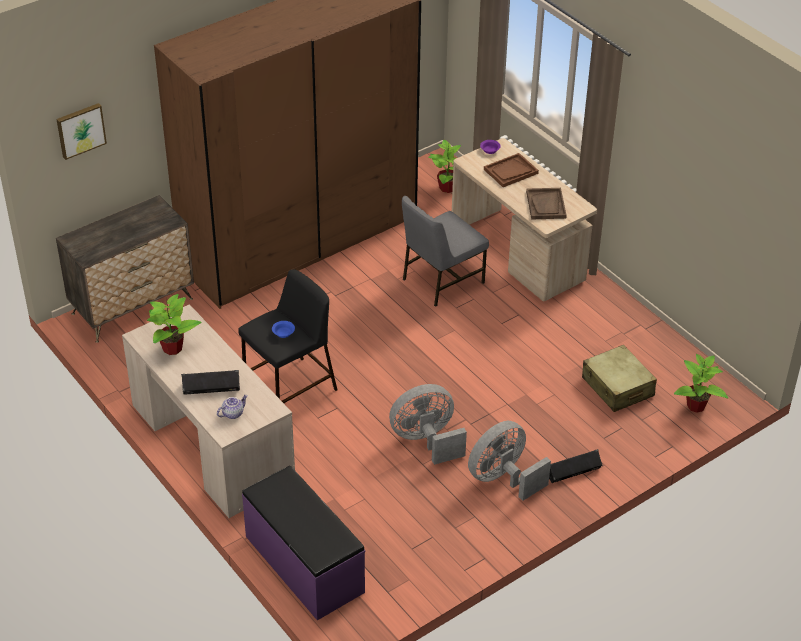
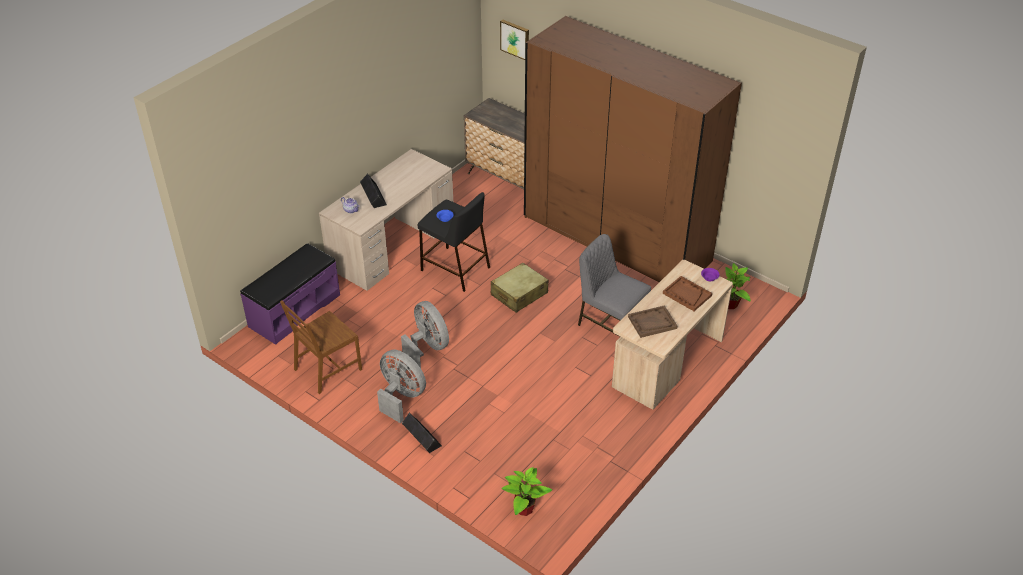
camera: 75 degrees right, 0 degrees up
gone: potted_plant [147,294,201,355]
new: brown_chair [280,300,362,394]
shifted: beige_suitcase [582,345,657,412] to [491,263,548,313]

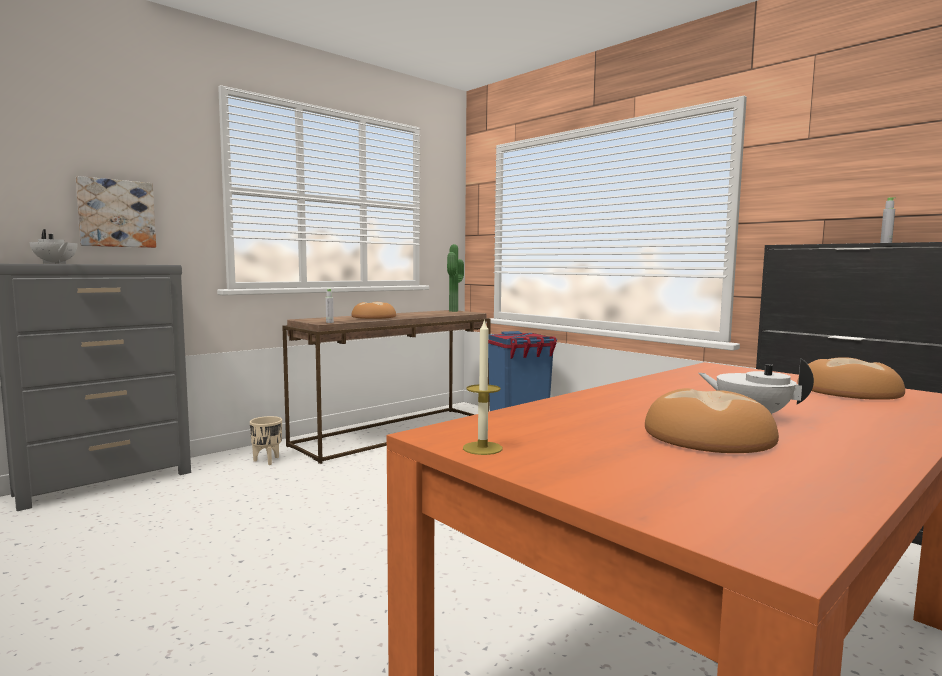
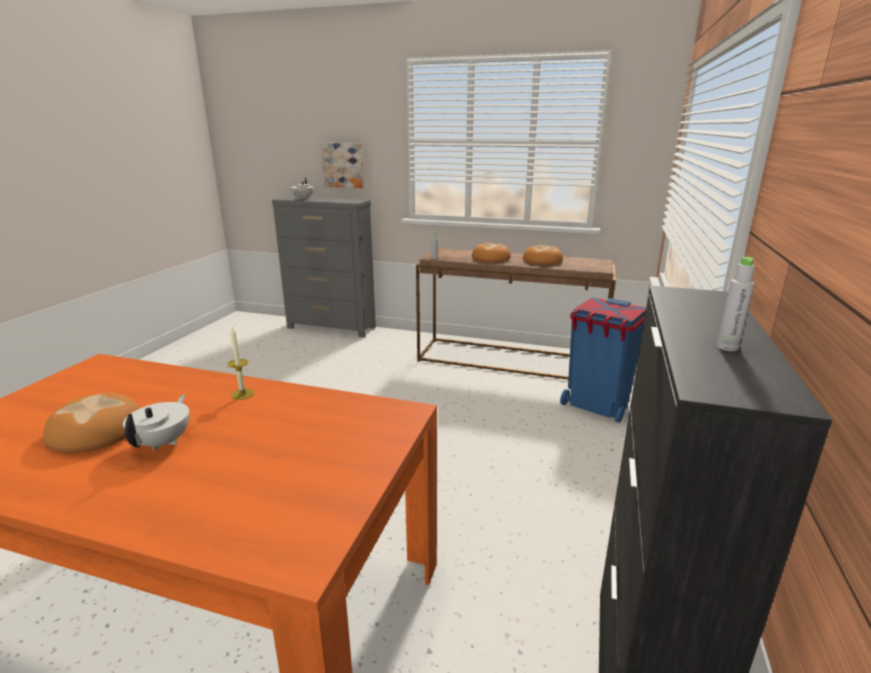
camera: 60 degrees right, 15 degrees up
gone: beige_planter [250,416,282,465]; potted_plant [447,244,464,312]
shifted: candle [463,318,503,455] to [227,327,254,400]; bread [797,357,905,400] to [523,245,563,265]

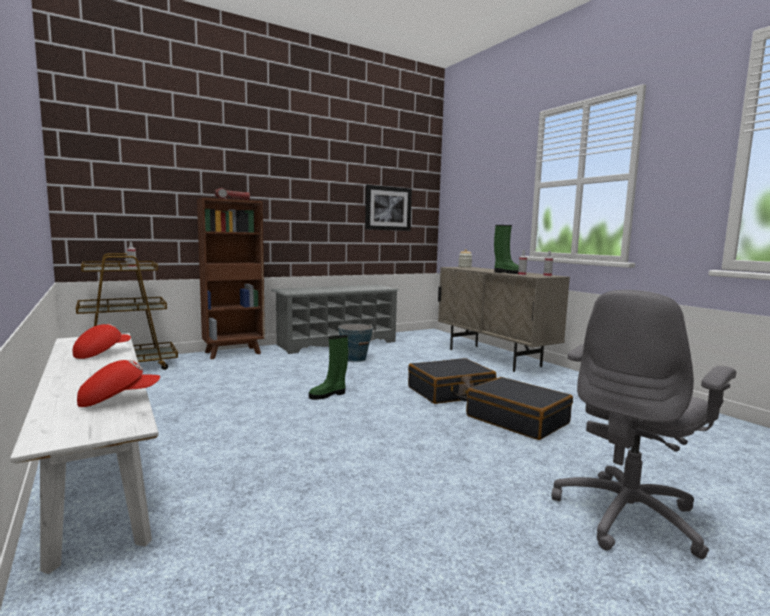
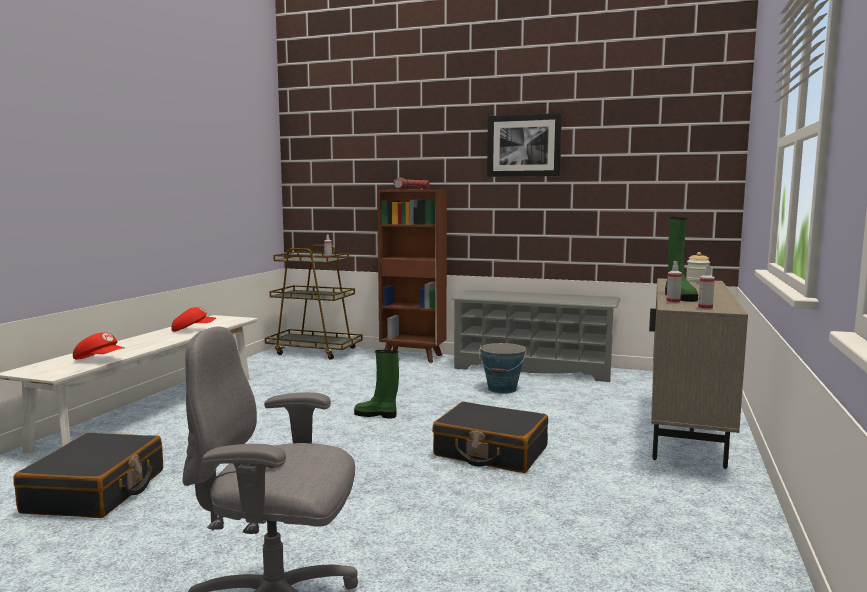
camera: 50 degrees right, 0 degrees up
shifted: picture [365,185,412,231] to [487,113,562,177]; black_suitcase [466,377,573,440] to [13,433,163,518]

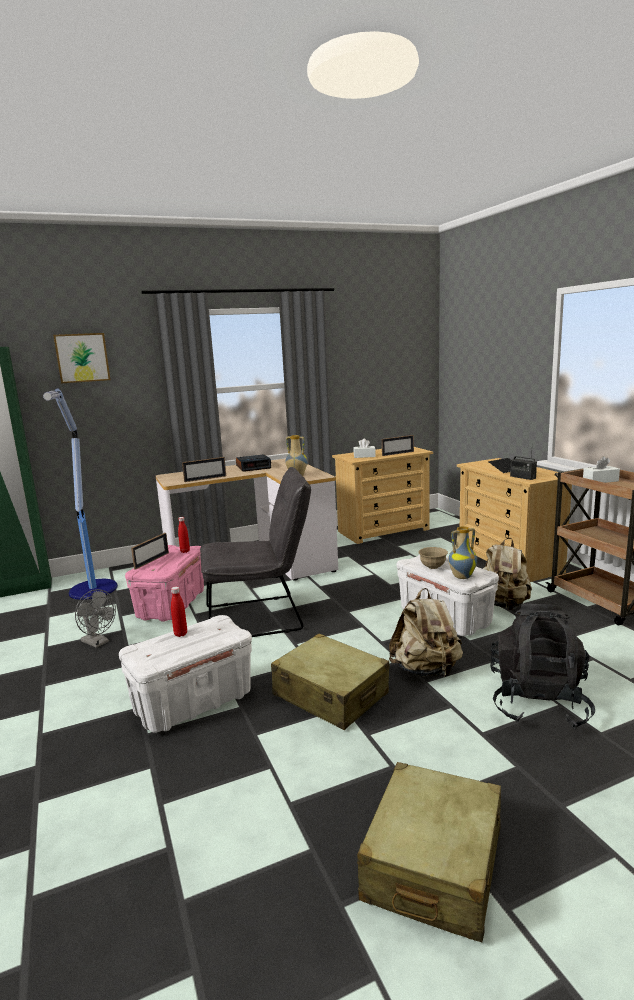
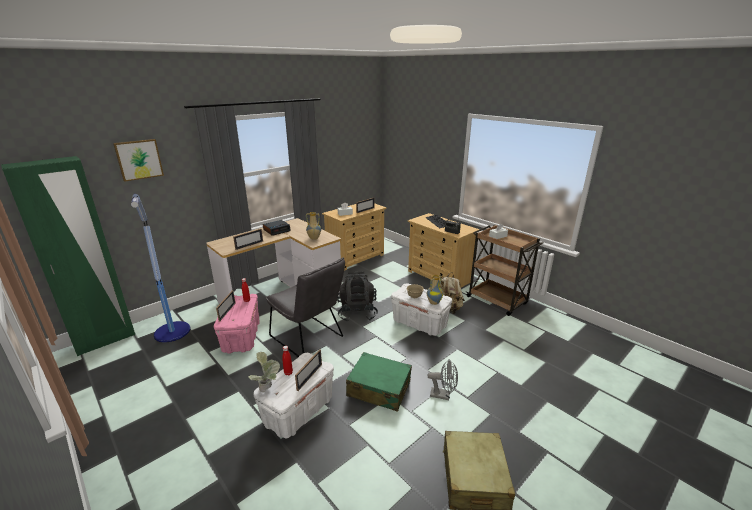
camera: 20 degrees left, 10 degrees up
gone: beige_backpack [389,588,463,677]
new: potted_plant [248,352,280,393]; picture_frame [295,349,322,391]
shifted: grey_fan [75,589,116,648] to [427,359,458,400]; black_backpack [490,604,595,730] to [337,272,378,322]
repainted: beige_suitcase [271,633,389,730] to green_suitcase [346,352,412,412]
rotated: grey_chair [200,467,311,637] = [266,258,345,357] 75 degrees clockwise

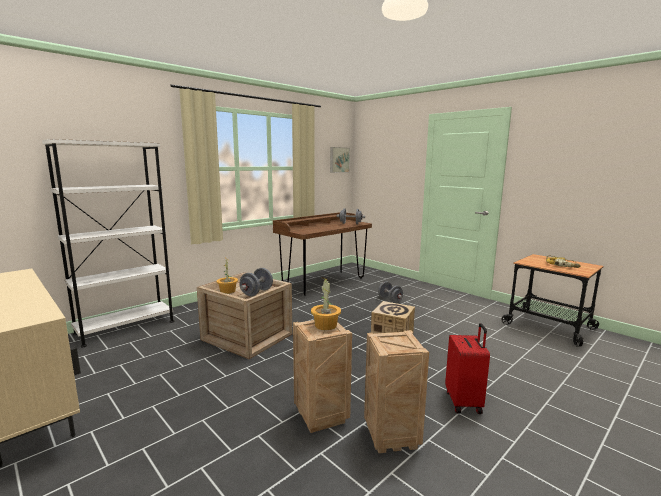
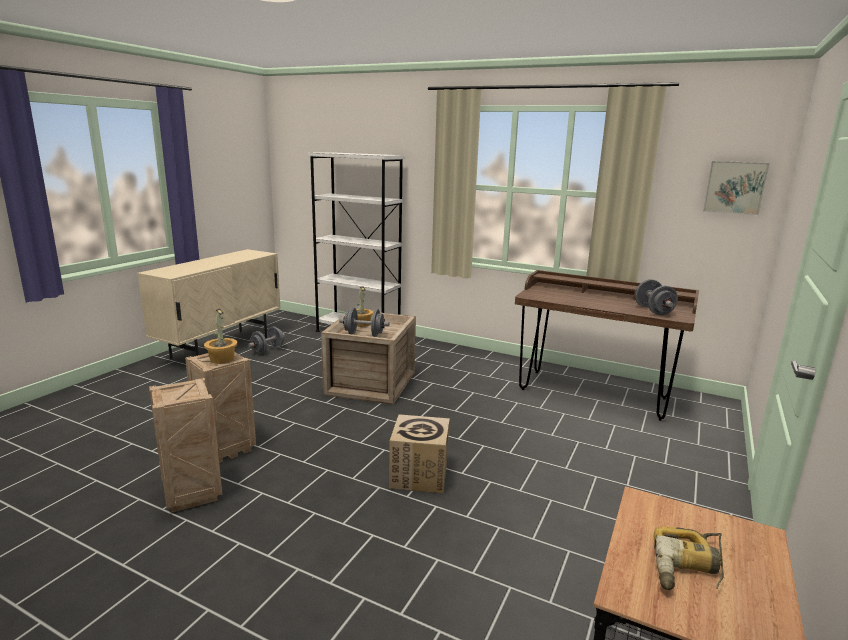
camera: 70 degrees right, 5 degrees up
gone: red_suitcase [445,323,490,414]
shifted: grey_dumbbell [378,282,403,303] to [248,327,285,354]

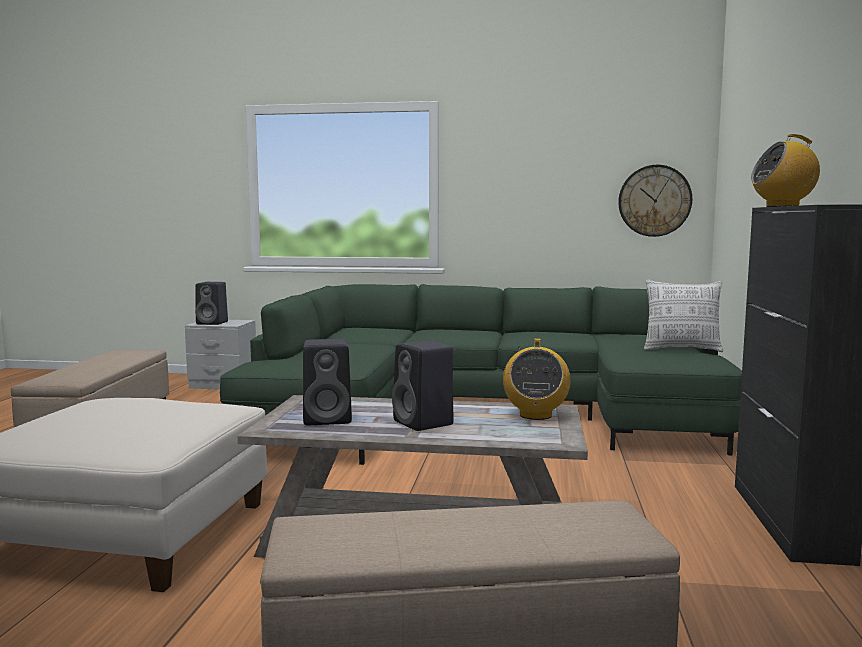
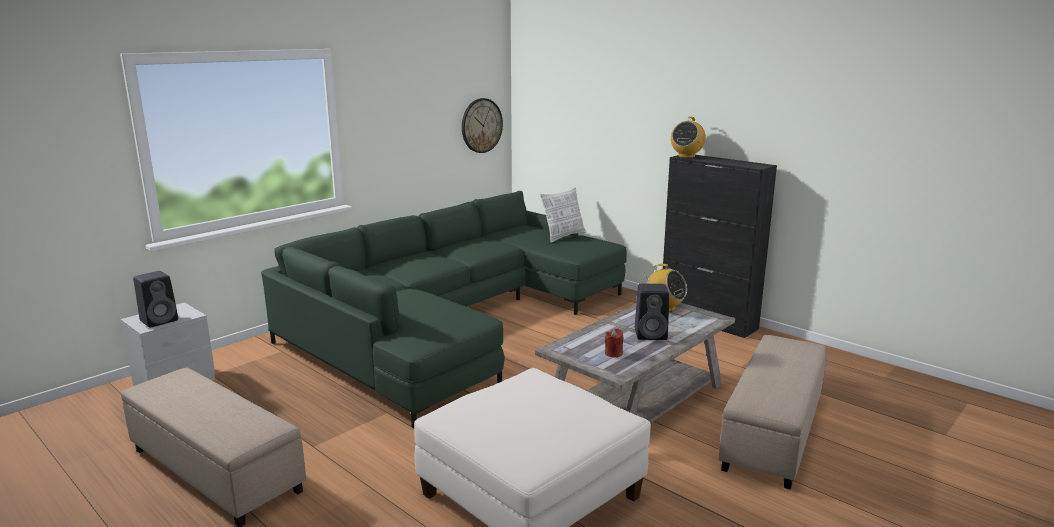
camera: 55 degrees left, 10 degrees up
swapped: black_speaker [303,339,352,425] to red_candle [605,328,624,358]

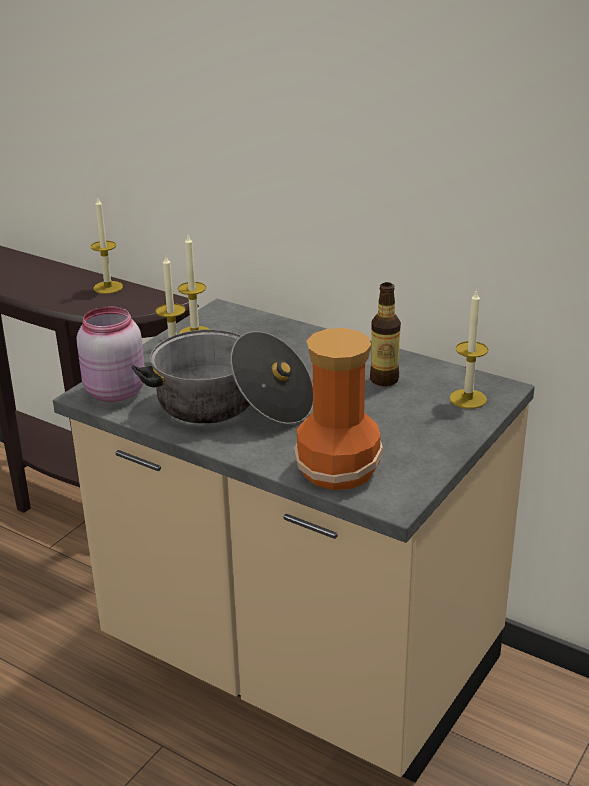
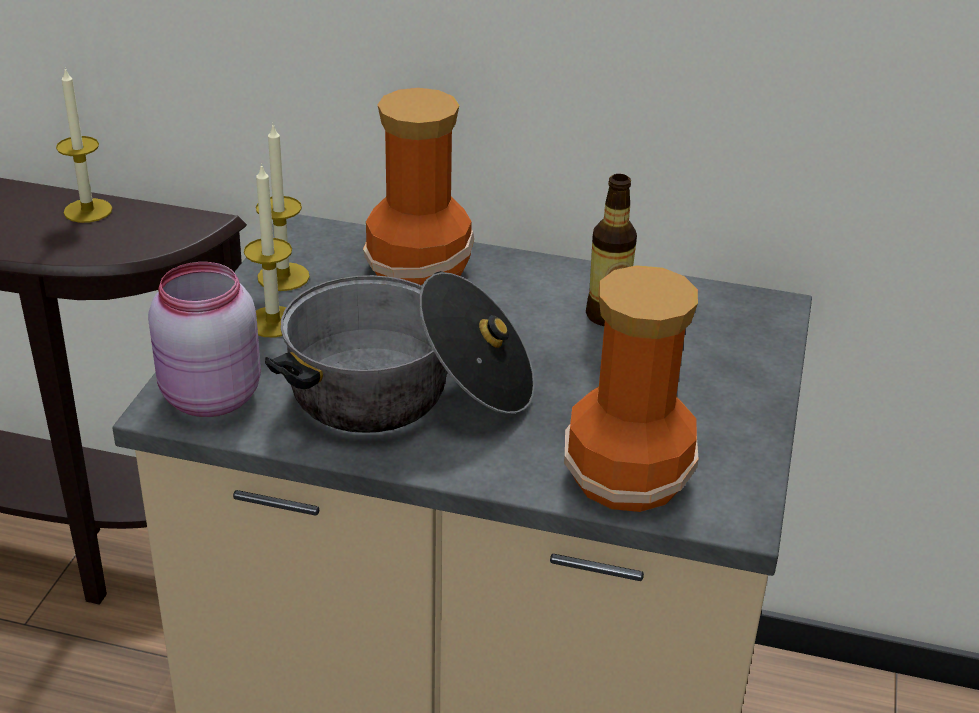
camera: 20 degrees left, 5 degrees up
gone: candle [449,289,488,409]
new: vase [363,88,474,285]

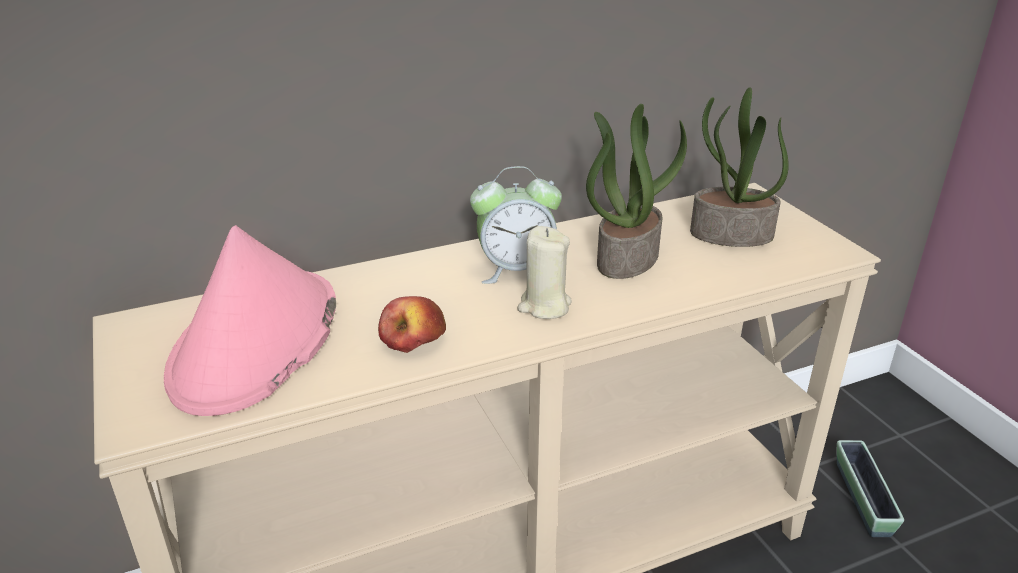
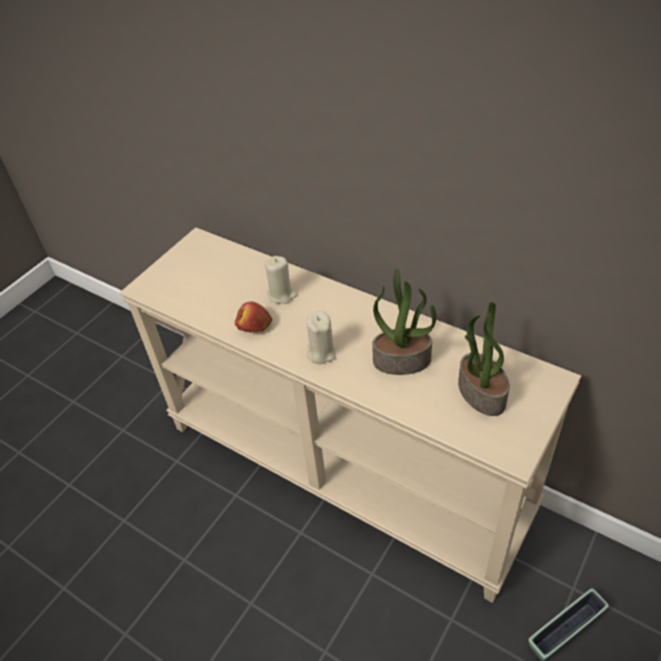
camera: 60 degrees right, 15 degrees up
gone: pink_hat [164,225,336,416]; alarm_clock [470,166,562,284]
new: beige_candle [264,256,297,304]

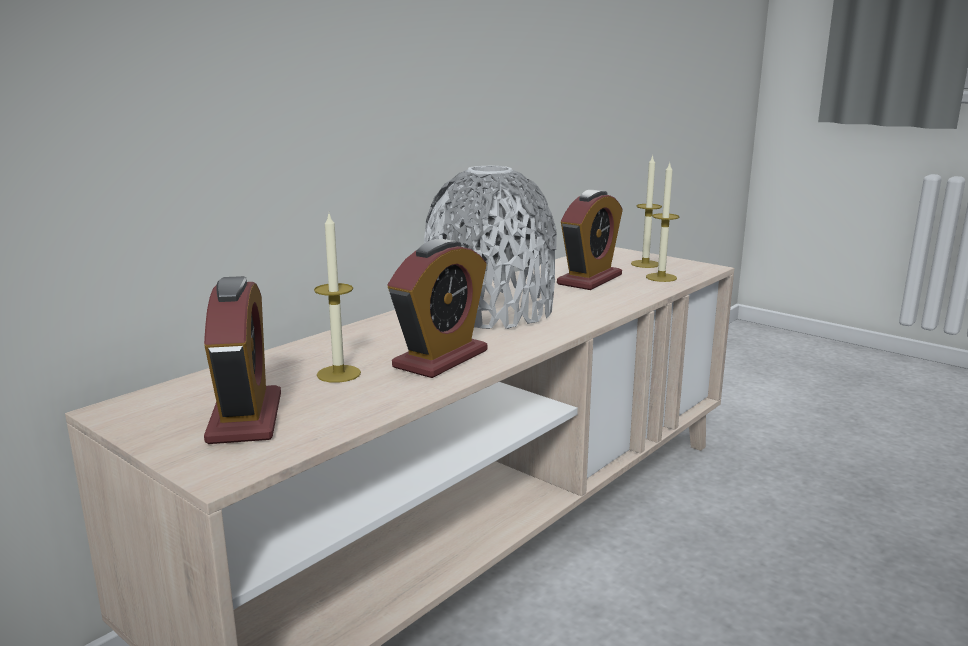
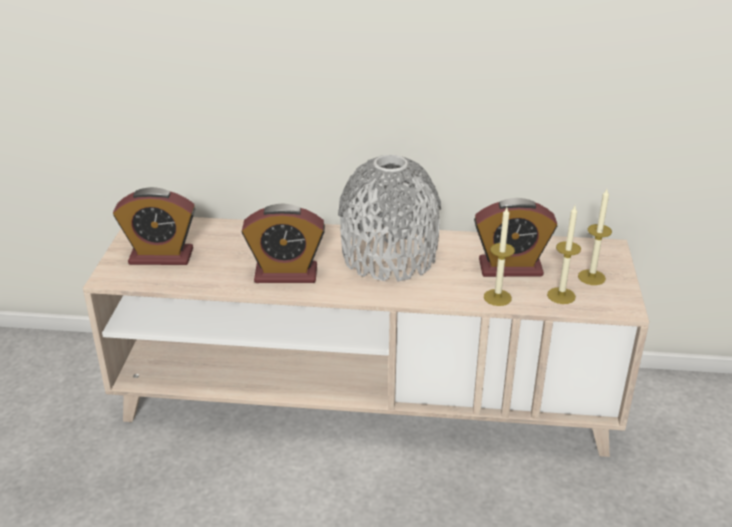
camera: 55 degrees right, 15 degrees up
shifted: candle [314,214,361,383] to [484,207,515,306]
rotated: alarm_clock [204,276,281,444] = [113,187,195,265] 45 degrees clockwise

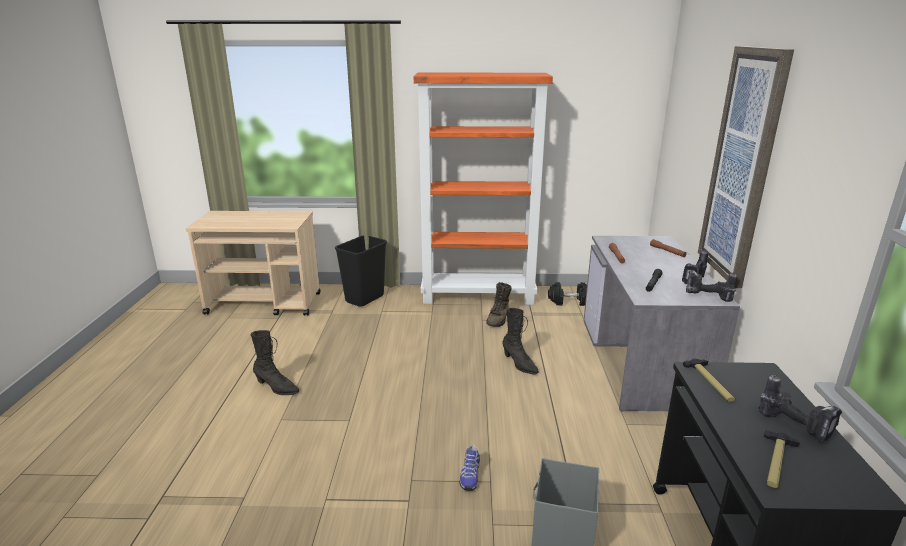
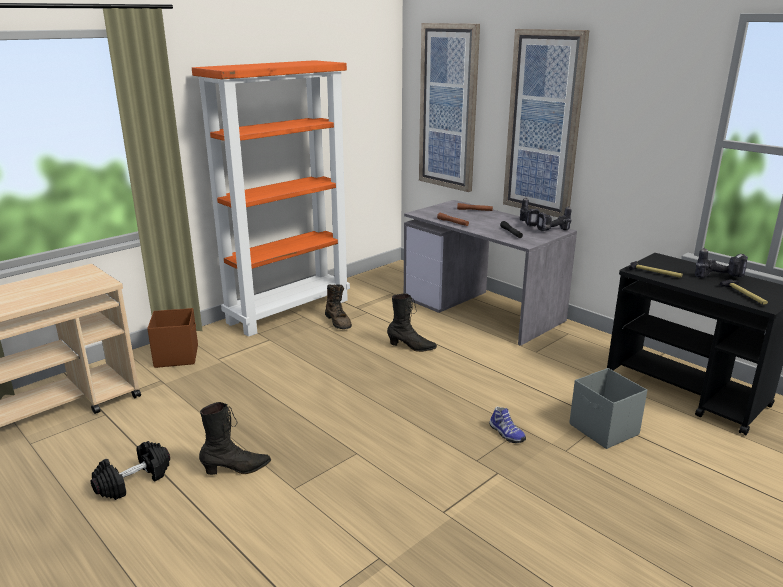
camera: 45 degrees left, 0 degrees up
new: picture [419,23,480,192]
shifted: black_dumbbell [548,282,587,306] to [91,441,170,500]
swapped: black_trash_can [335,235,387,307] to brown_storage_box [147,308,198,368]

